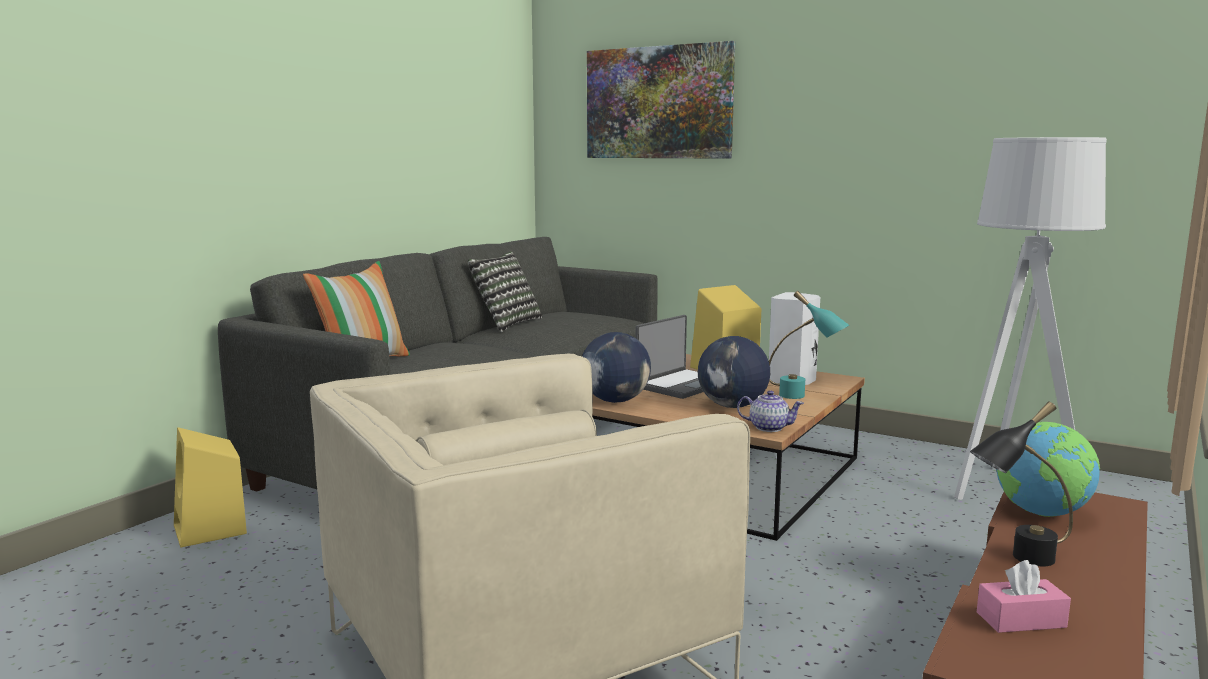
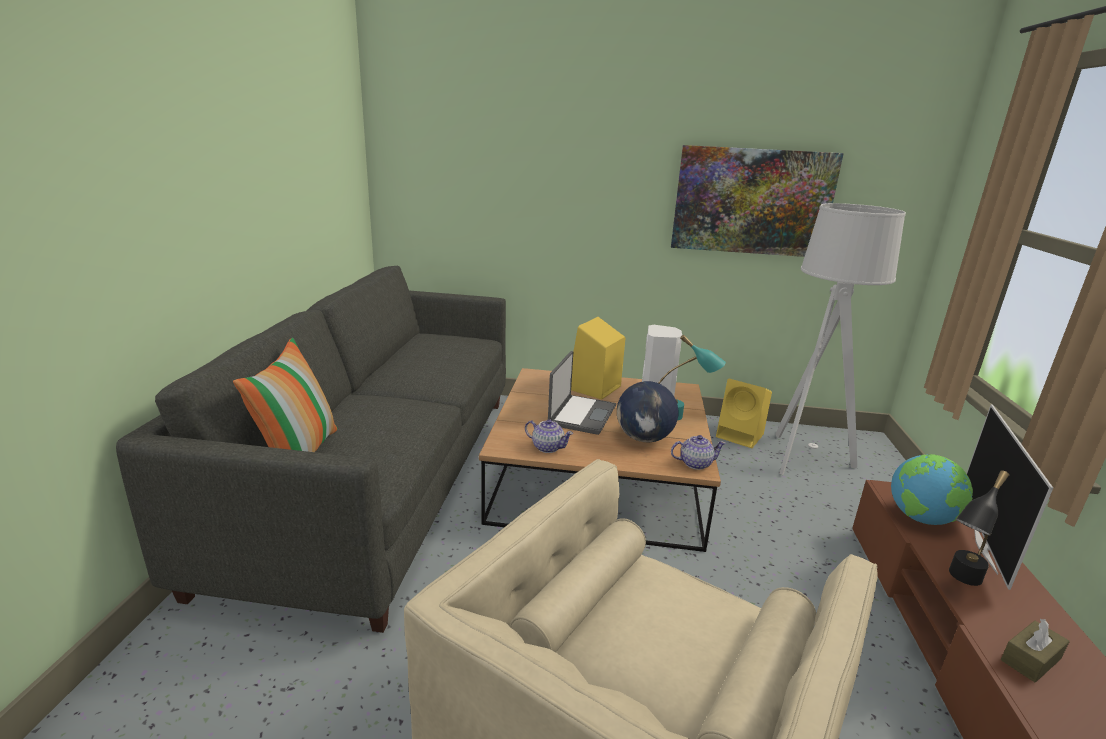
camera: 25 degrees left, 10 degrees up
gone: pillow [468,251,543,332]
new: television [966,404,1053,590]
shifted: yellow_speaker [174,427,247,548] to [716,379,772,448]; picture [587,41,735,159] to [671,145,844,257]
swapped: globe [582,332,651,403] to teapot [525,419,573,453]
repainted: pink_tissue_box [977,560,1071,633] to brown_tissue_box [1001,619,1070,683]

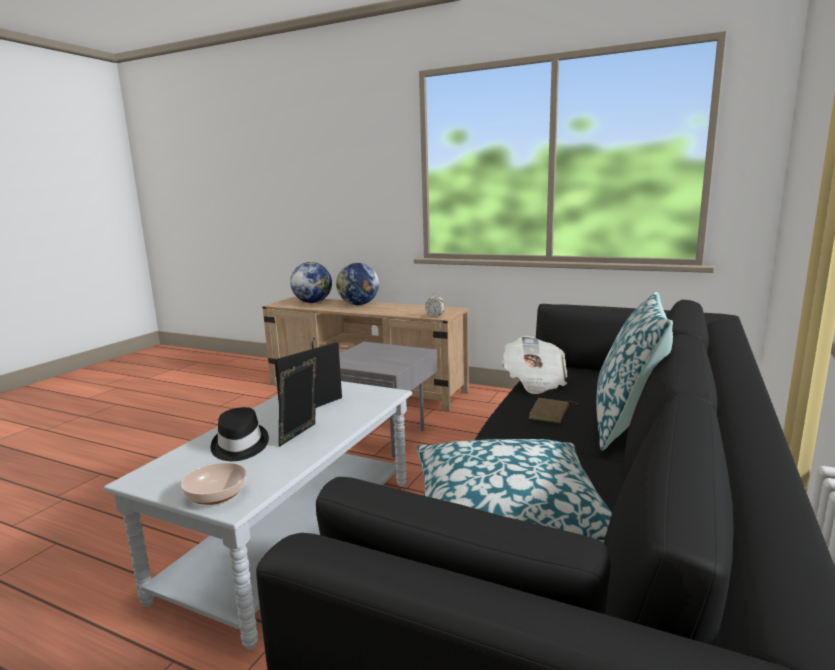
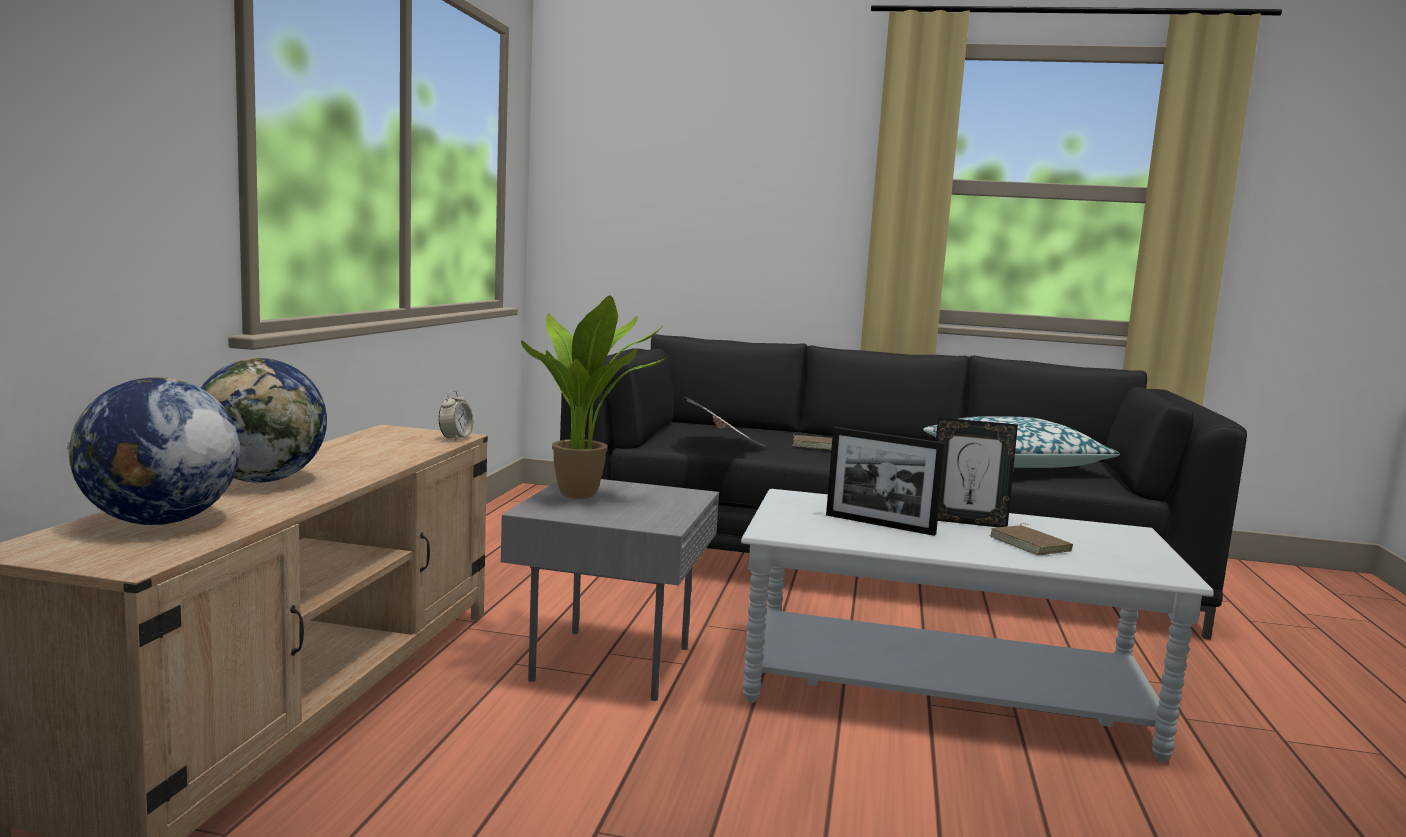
camera: 105 degrees left, 5 degrees down
gone: bowl [181,463,247,505]; pillow [596,291,673,451]
new: potted_plant [521,296,670,499]
swapped: black_hat [211,407,269,461] to brown_book [989,523,1073,555]

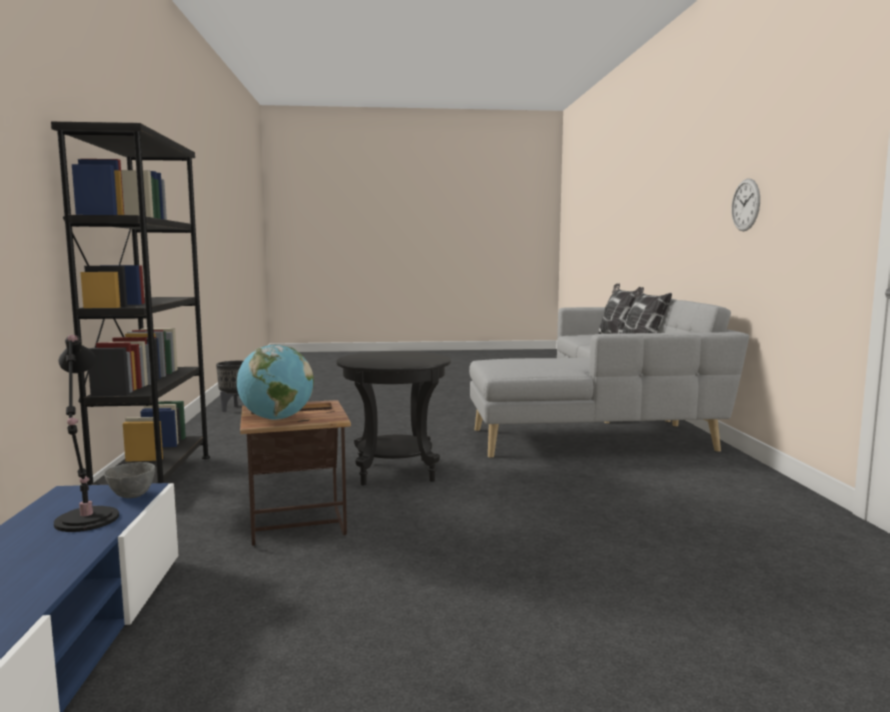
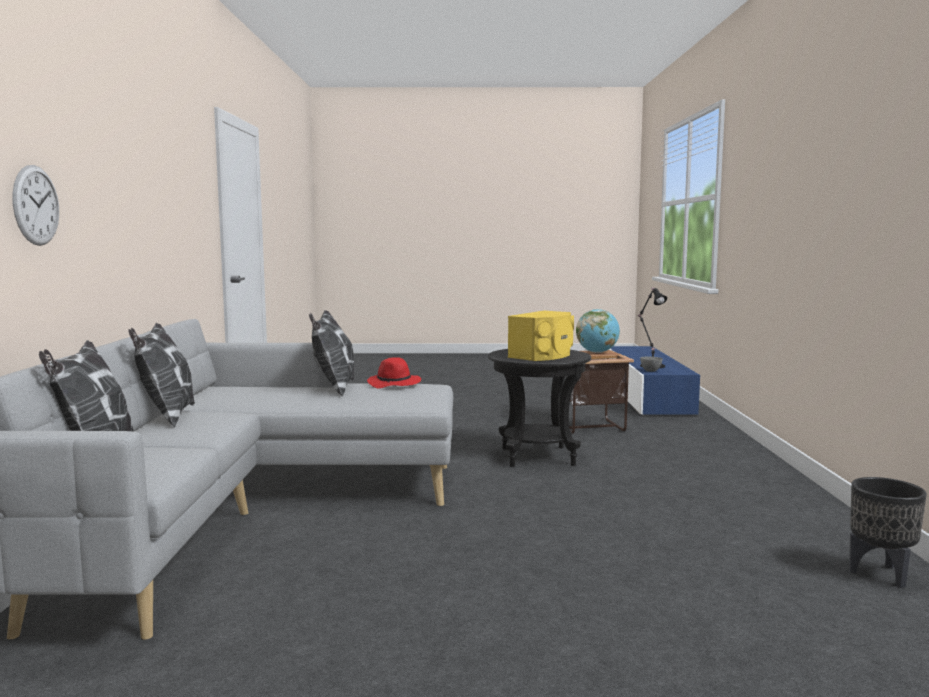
camera: 175 degrees left, 0 degrees up
gone: black_bookcase [51,121,210,485]
new: pillow [309,310,354,397]; red_hat [367,357,421,389]; yellow_speaker [508,311,574,361]
shifted: wall_clock [732,179,760,231] to [12,165,59,246]

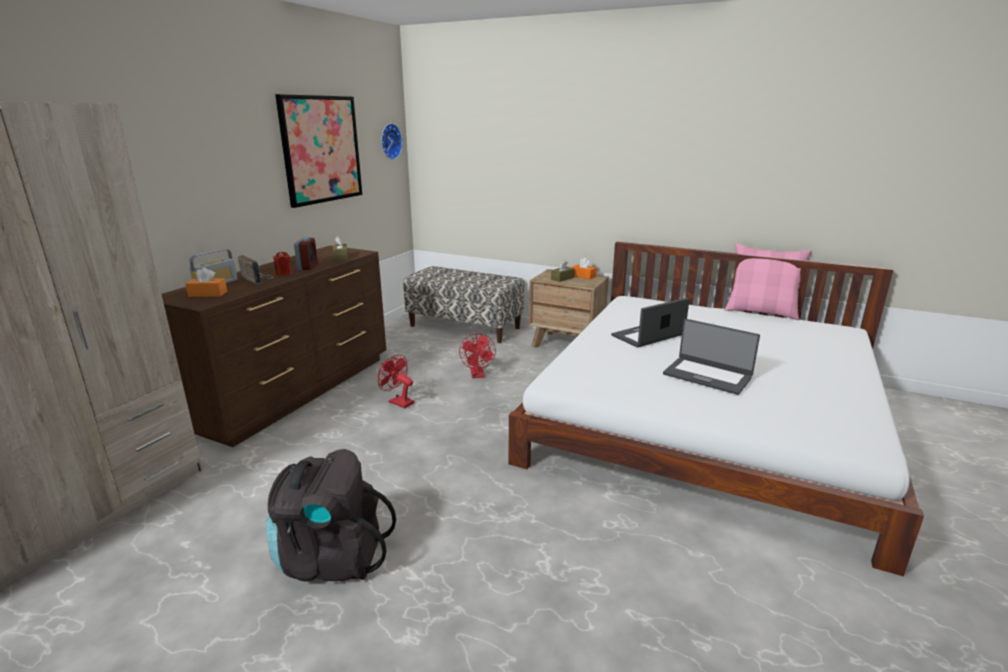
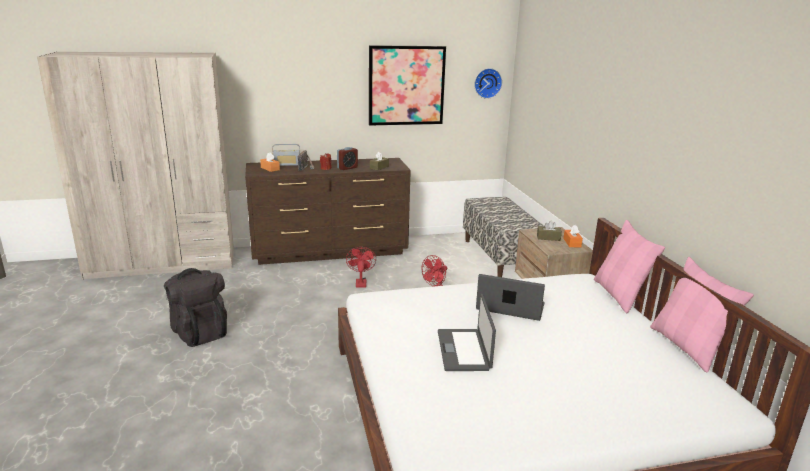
camera: 50 degrees right, 0 degrees up
new: pink_pillow [594,220,665,313]

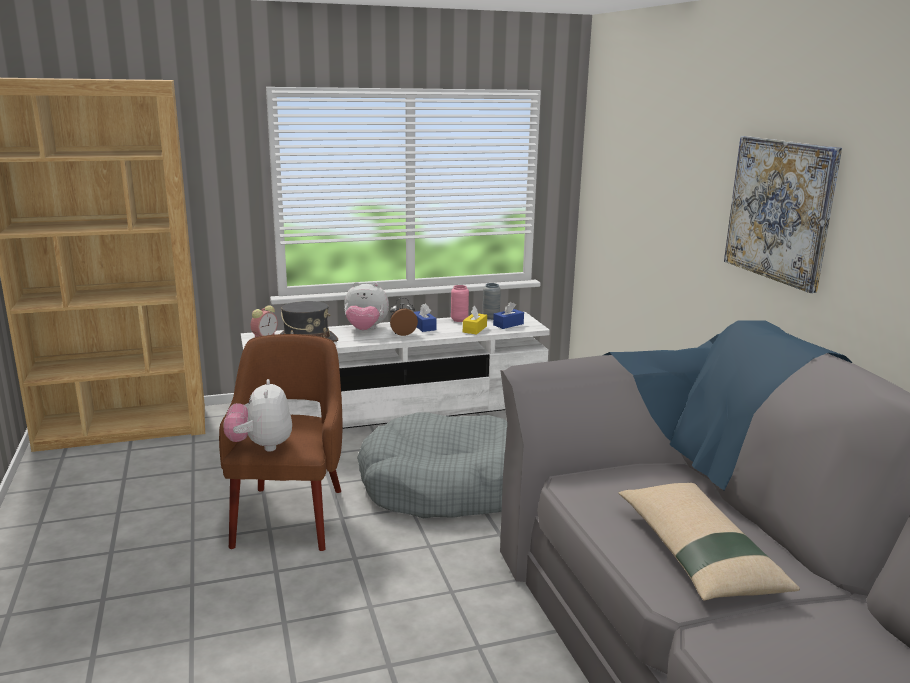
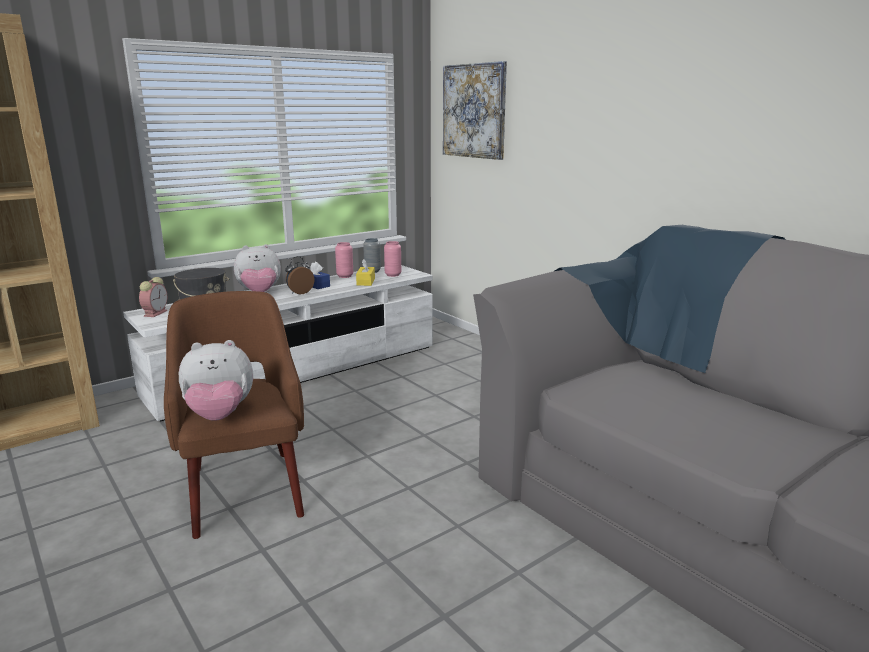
camera: 20 degrees left, 0 degrees up
gone: grey_dog_bed [357,412,507,519]; beige_pillow [618,483,800,600]
shifted: picture [724,136,842,293] to [443,61,507,160]
swapped: blue_tissue_box [493,302,524,329] to pink_vase [384,241,401,277]
rotated: plush_toy [223,379,292,452] = [179,340,253,421] 75 degrees counterclockwise

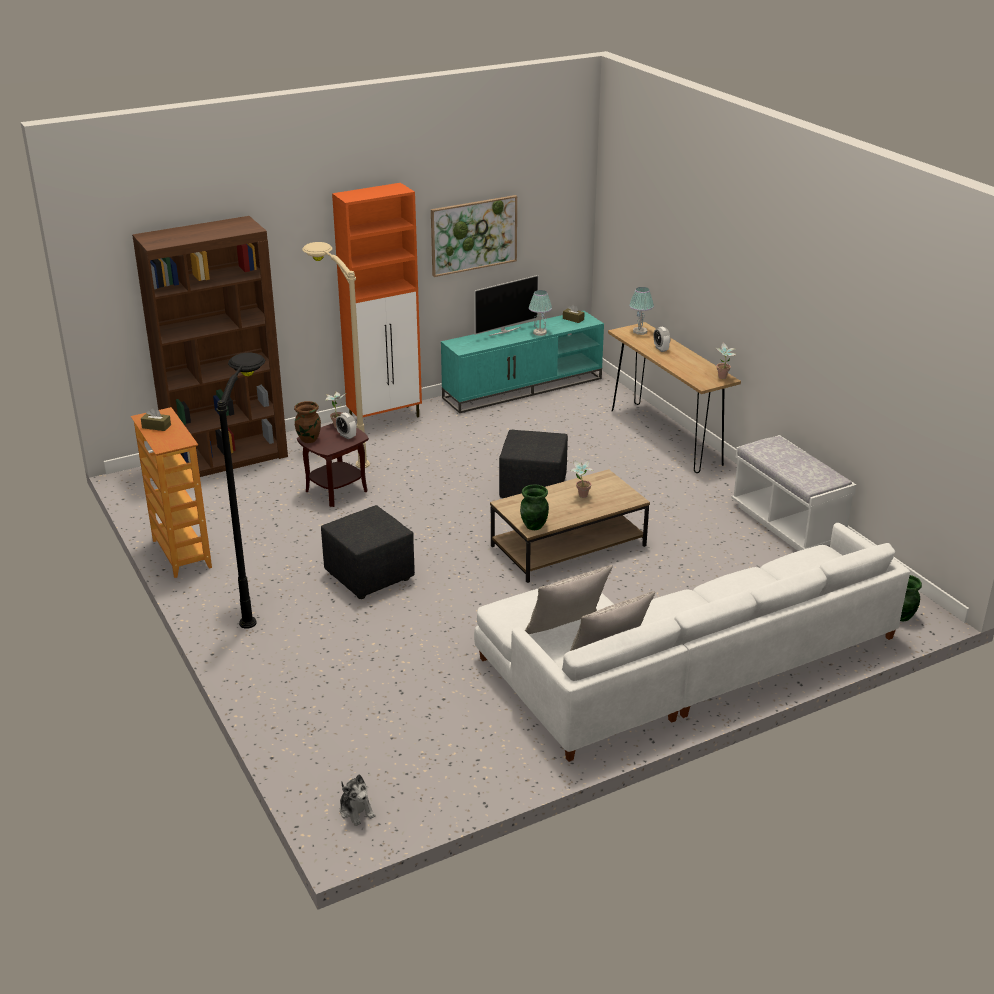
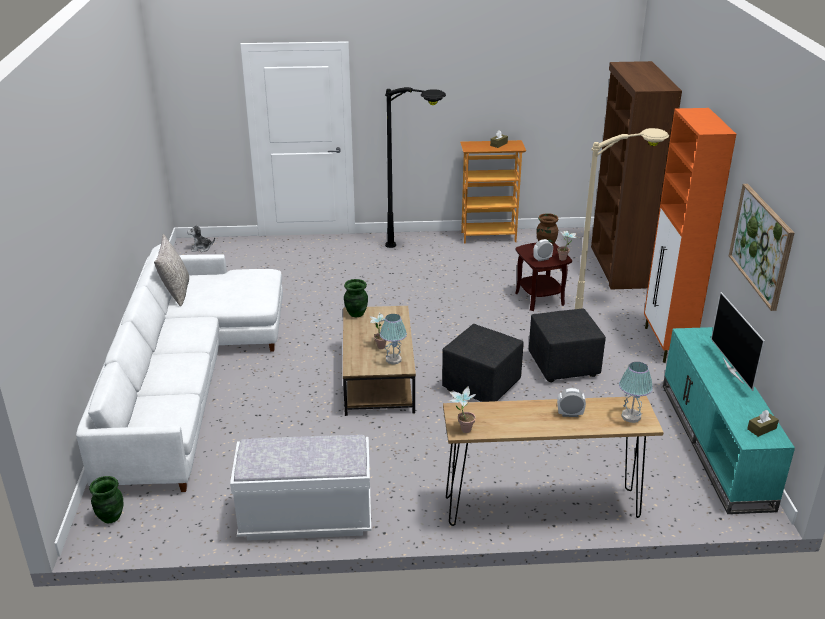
camera: 115 degrees right, 0 degrees up
gone: grey_pillow [525,565,613,634]
shifted: black_ottoman [321,505,415,599] to [529,308,606,382]; table_lamp [529,290,552,336] to [380,314,407,365]

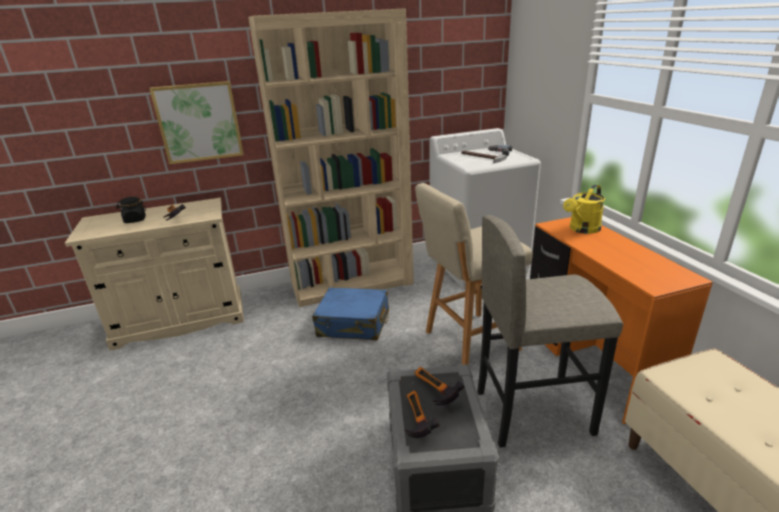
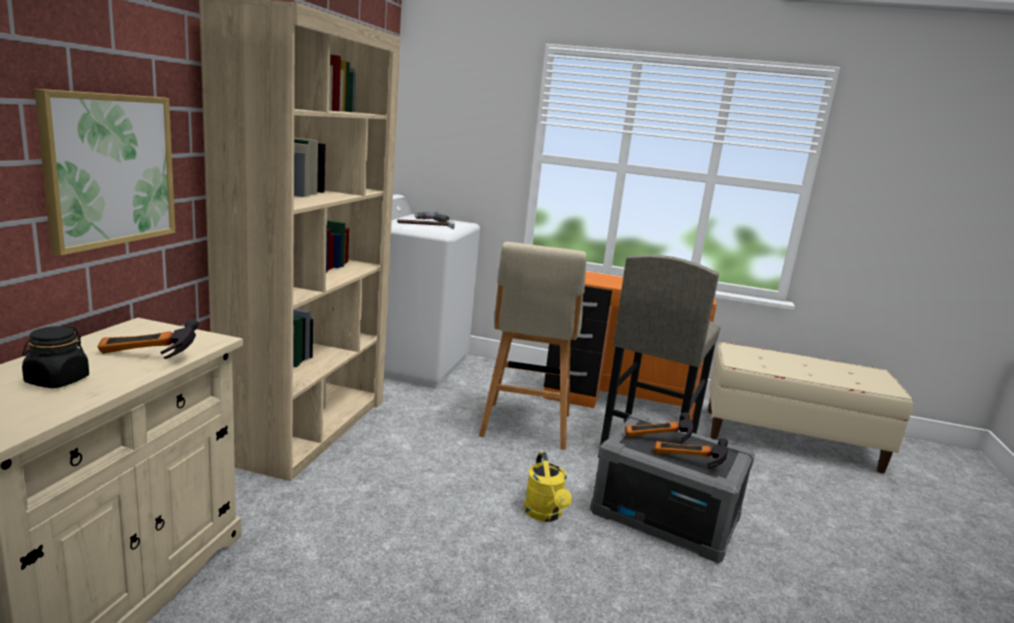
camera: 60 degrees left, 10 degrees down
gone: blue_suitcase [312,287,389,341]
shifted: yellow_watering_can [563,184,605,234] to [524,452,572,522]

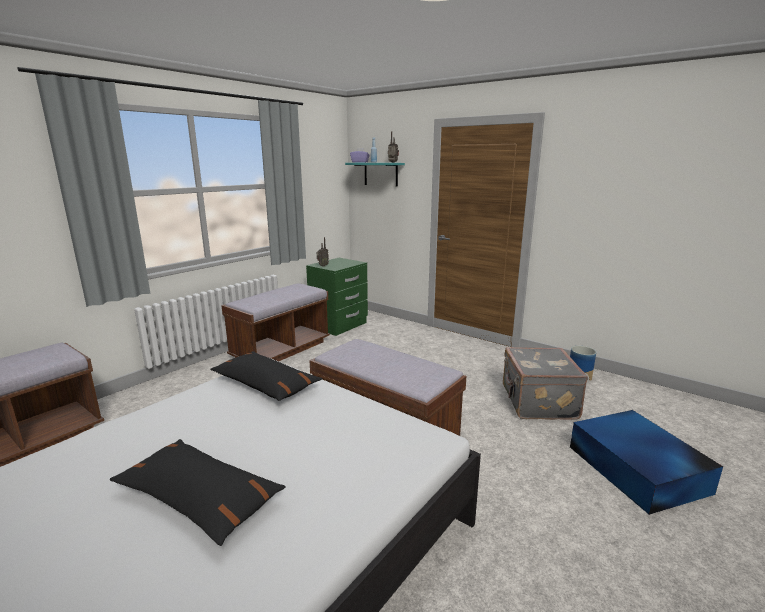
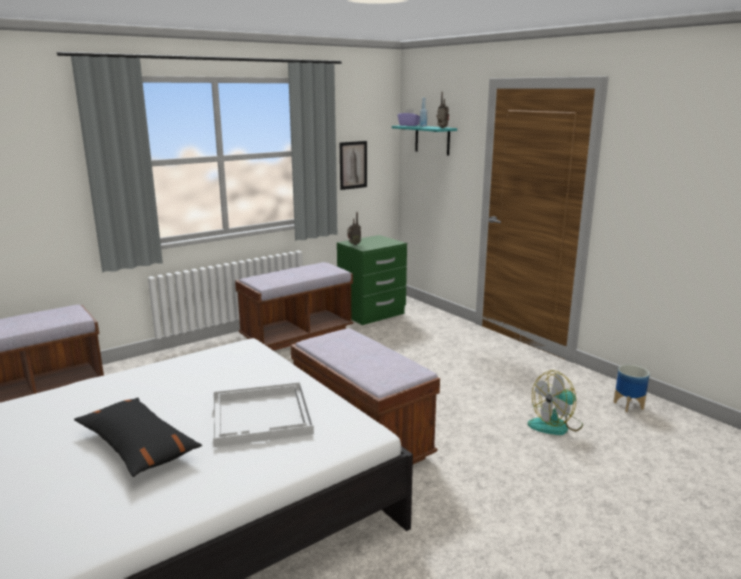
camera: 15 degrees right, 0 degrees up
gone: black_pillow [210,351,322,401]; blue_storage_box [570,410,723,515]
new: white_tray [213,382,314,447]; picture [340,141,367,190]
swapped: grey_suitcase [503,347,588,420] to fan [528,370,583,435]

